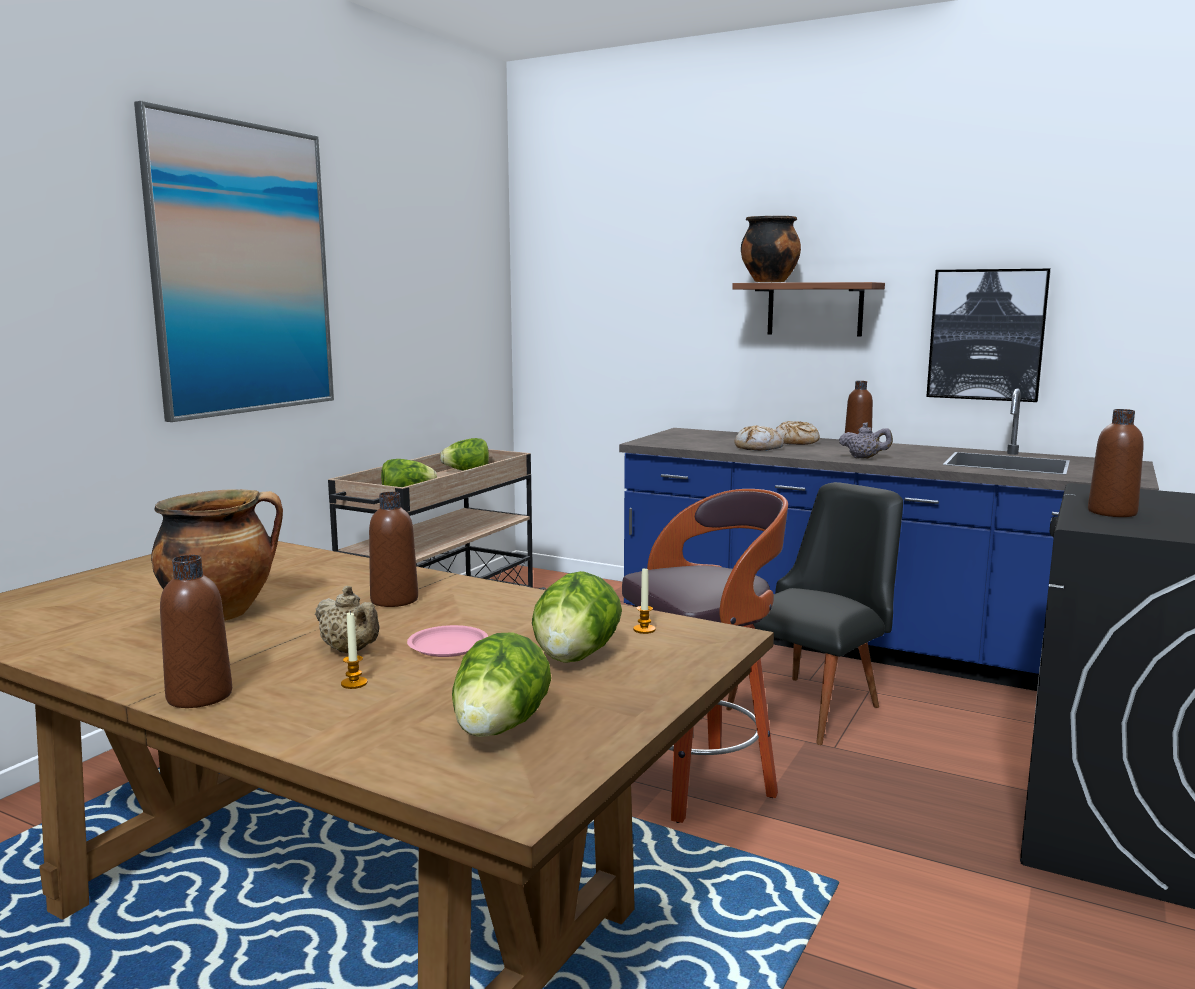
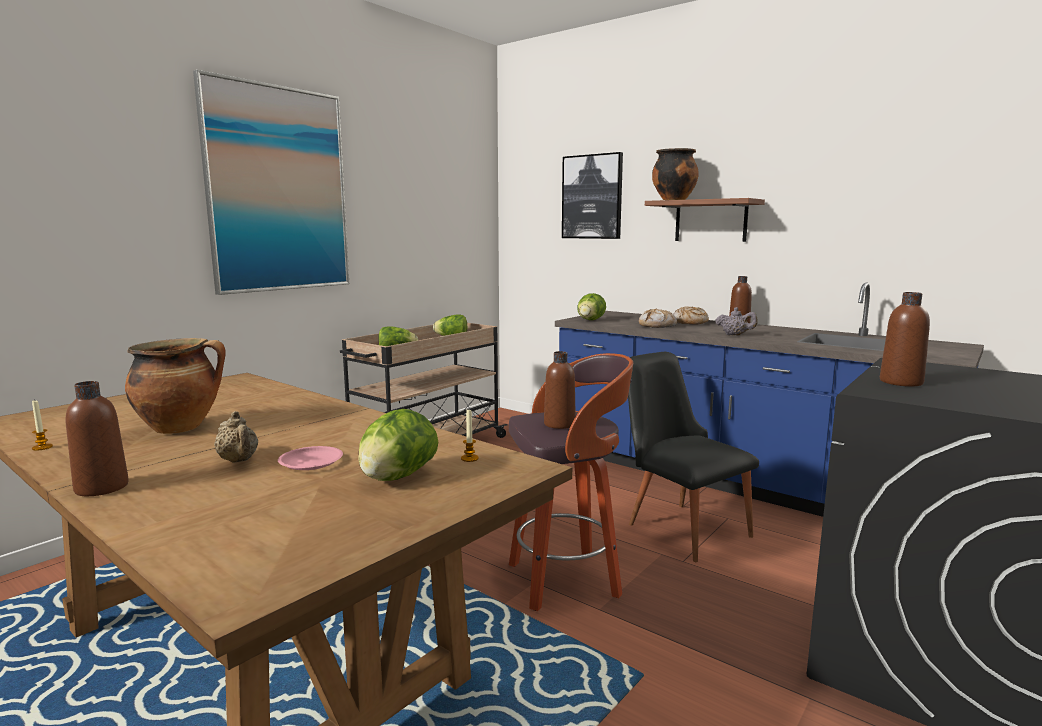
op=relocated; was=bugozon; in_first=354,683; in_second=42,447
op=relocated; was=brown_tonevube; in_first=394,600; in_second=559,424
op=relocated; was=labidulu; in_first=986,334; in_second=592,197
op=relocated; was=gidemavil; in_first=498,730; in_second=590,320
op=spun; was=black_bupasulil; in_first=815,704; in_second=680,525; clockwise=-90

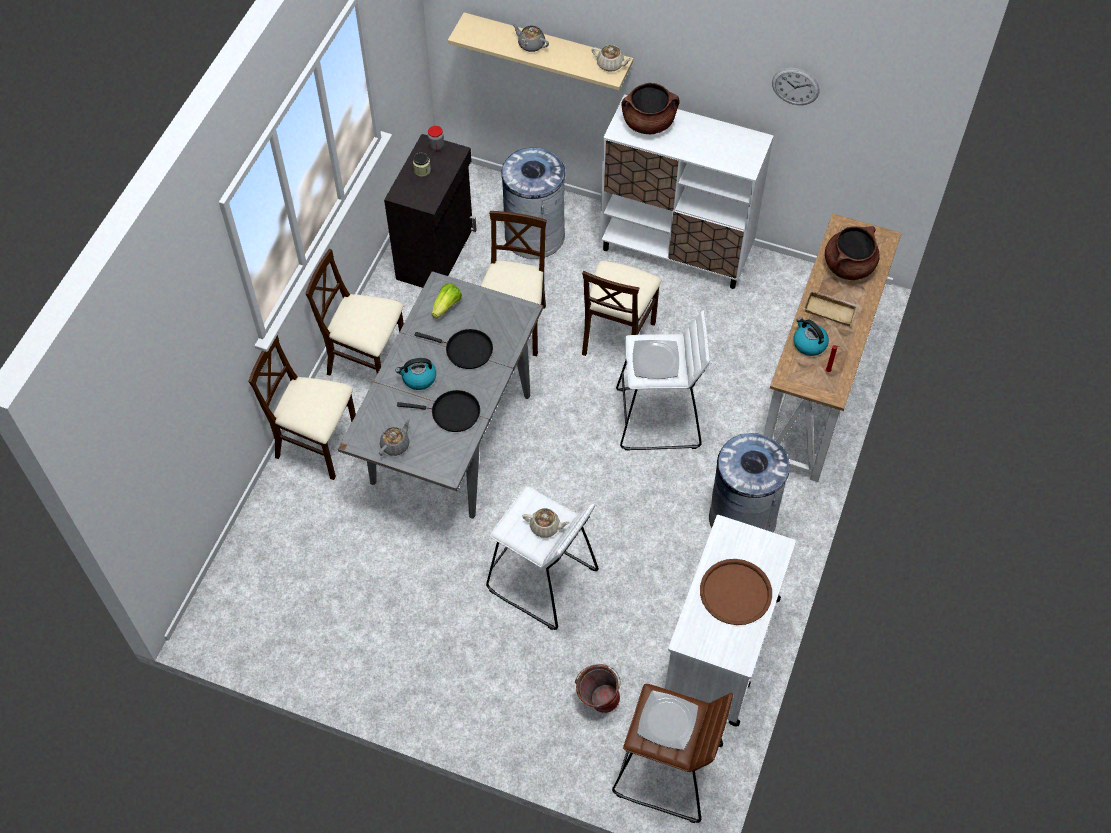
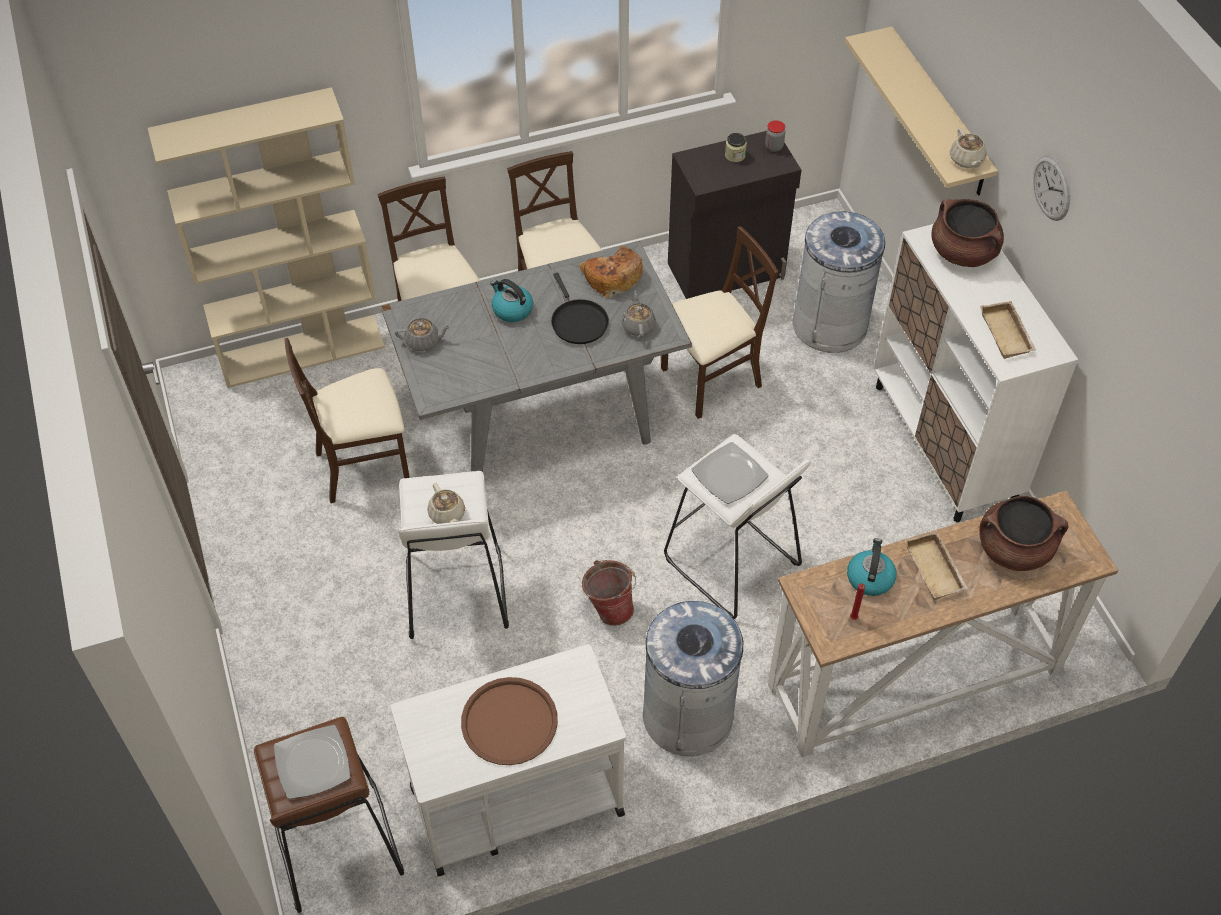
op=appeared; now=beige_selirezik; in_second=302,350
op=relocated; was=beige_bupasulil; in_first=617,336; in_second=364,466
op=exchanged; was=gidemavil; now=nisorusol; in_first=447,306; in_second=612,276
op=relocated; was=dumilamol; in_first=597,700; in_second=609,607
op=relocated; was=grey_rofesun; in_first=531,44; in_second=638,326
op=appeared; now=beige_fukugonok; in_second=1008,334
op=relocated; was=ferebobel; in_first=795,86; in_second=1051,188
op=missing; was=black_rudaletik; in_first=452,413

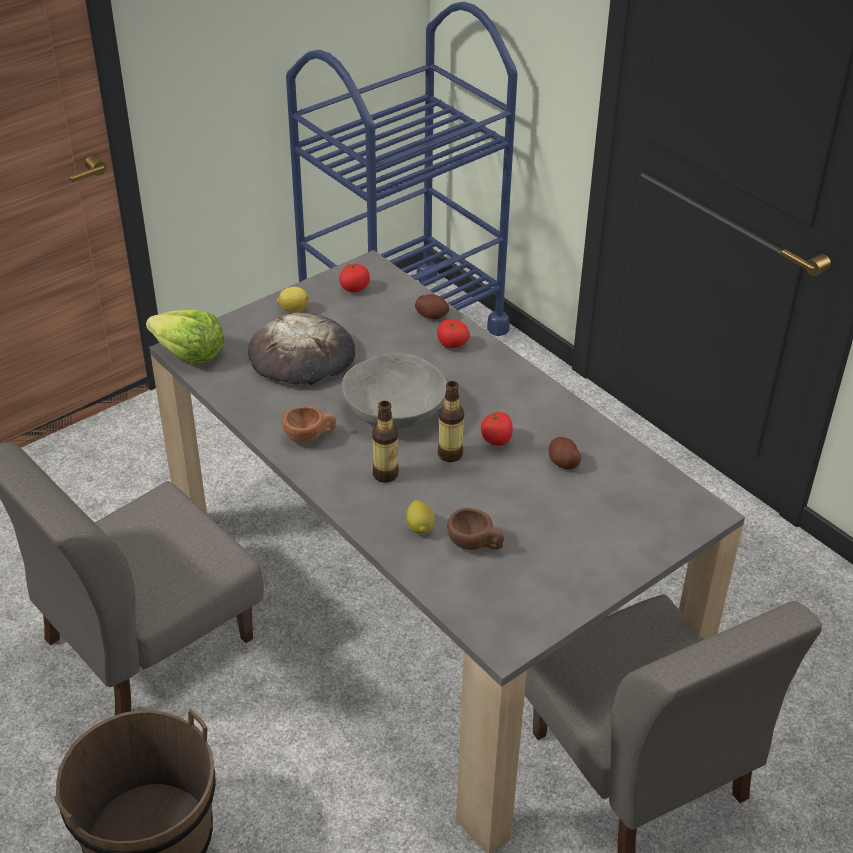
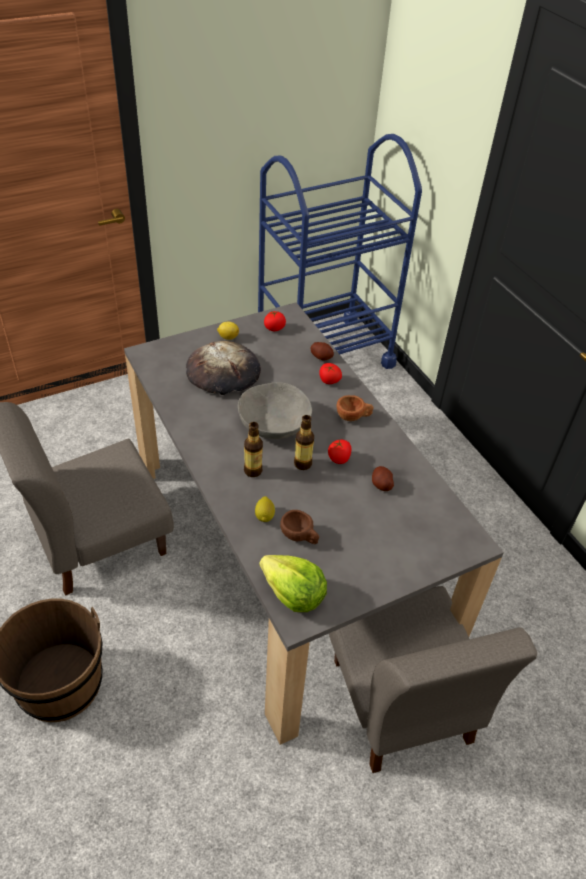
op=relocated; was=gidemavil; in_first=189,354; in_second=293,594
op=relocated; was=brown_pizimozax; in_first=310,436; in_second=353,417

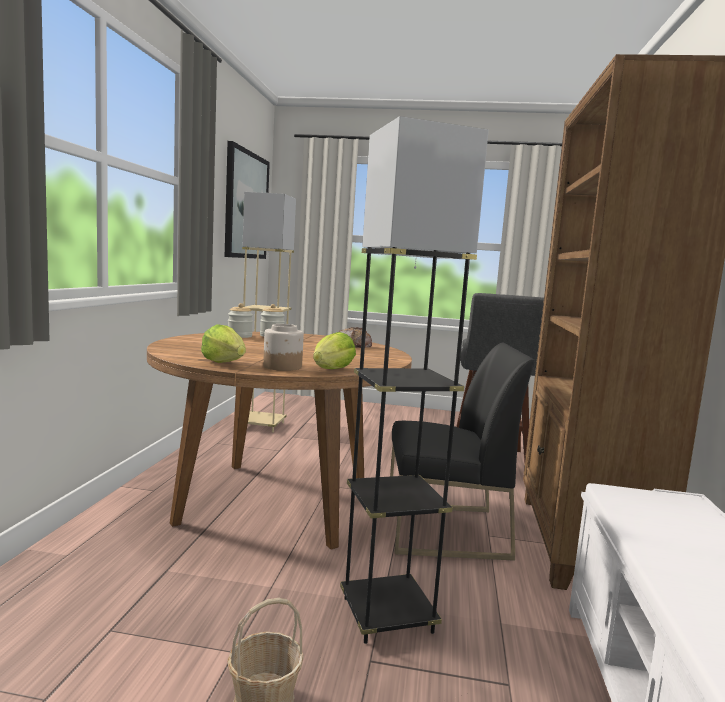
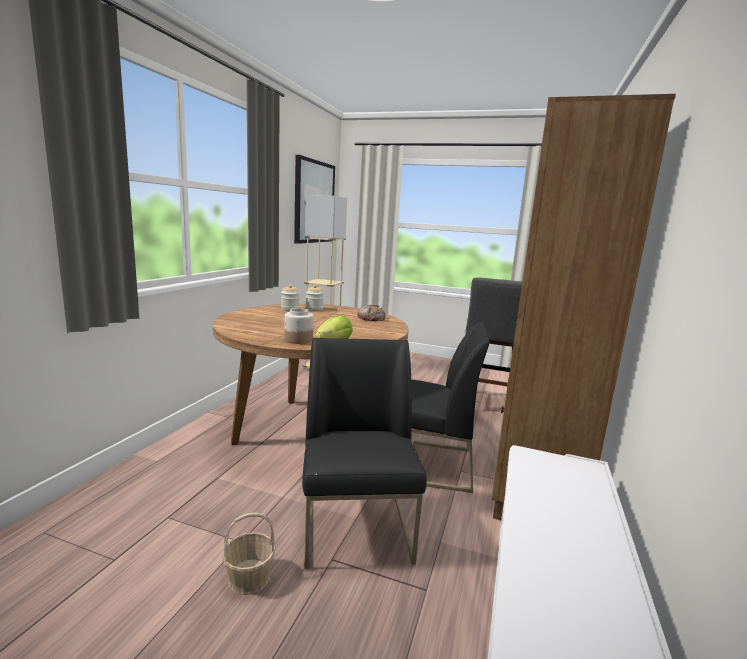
op=exchanged; was=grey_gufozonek; now=black_bupasulil; in_first=387,615; in_second=357,526
op=missing; was=gidemavil; in_first=224,363

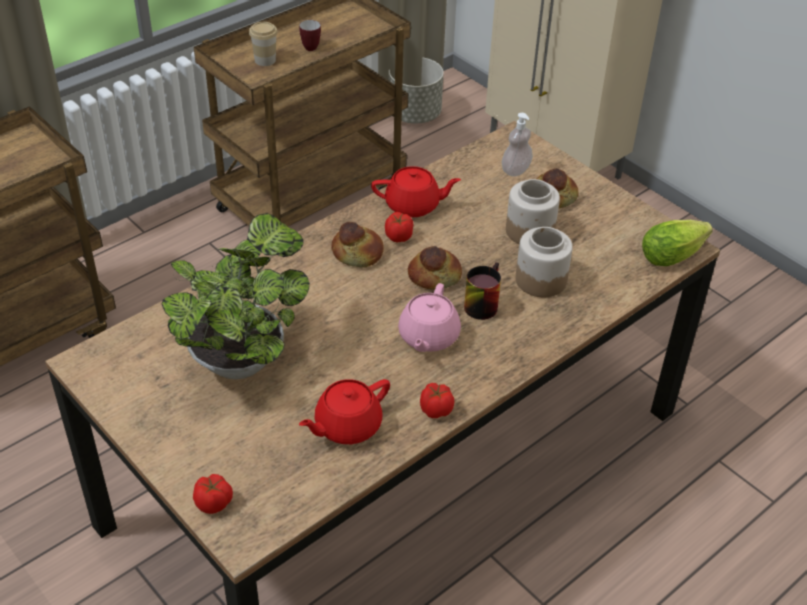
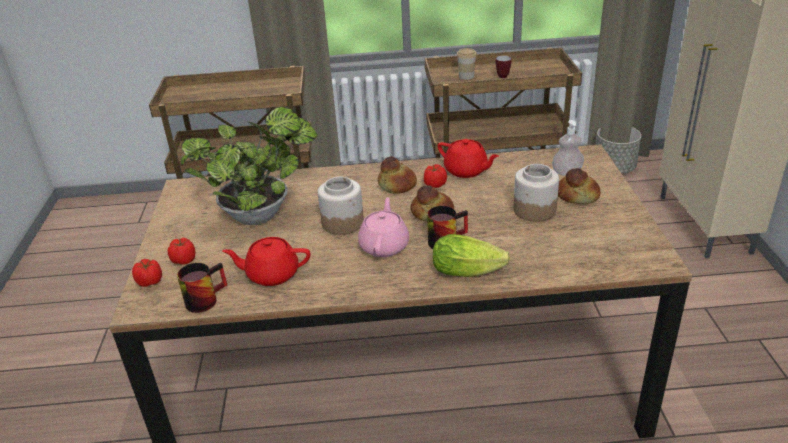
op=relocated; was=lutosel; in_first=435,409; in_second=184,259
op=appeared; now=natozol; in_second=204,298
op=relocated; was=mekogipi; in_first=540,280; in_second=343,222
op=spun; was=pink_rofesun; in_first=428,337; in_second=384,246; clockwise=135
op=relocated; was=gidemavil; in_first=675,254; in_second=470,271

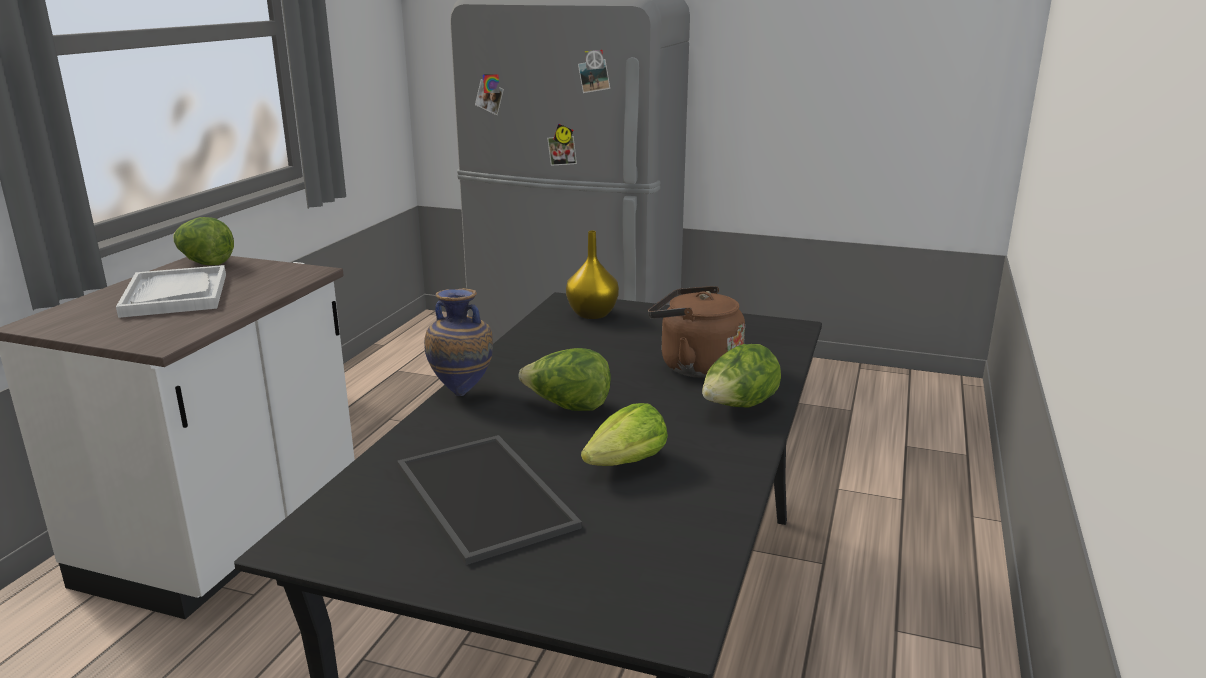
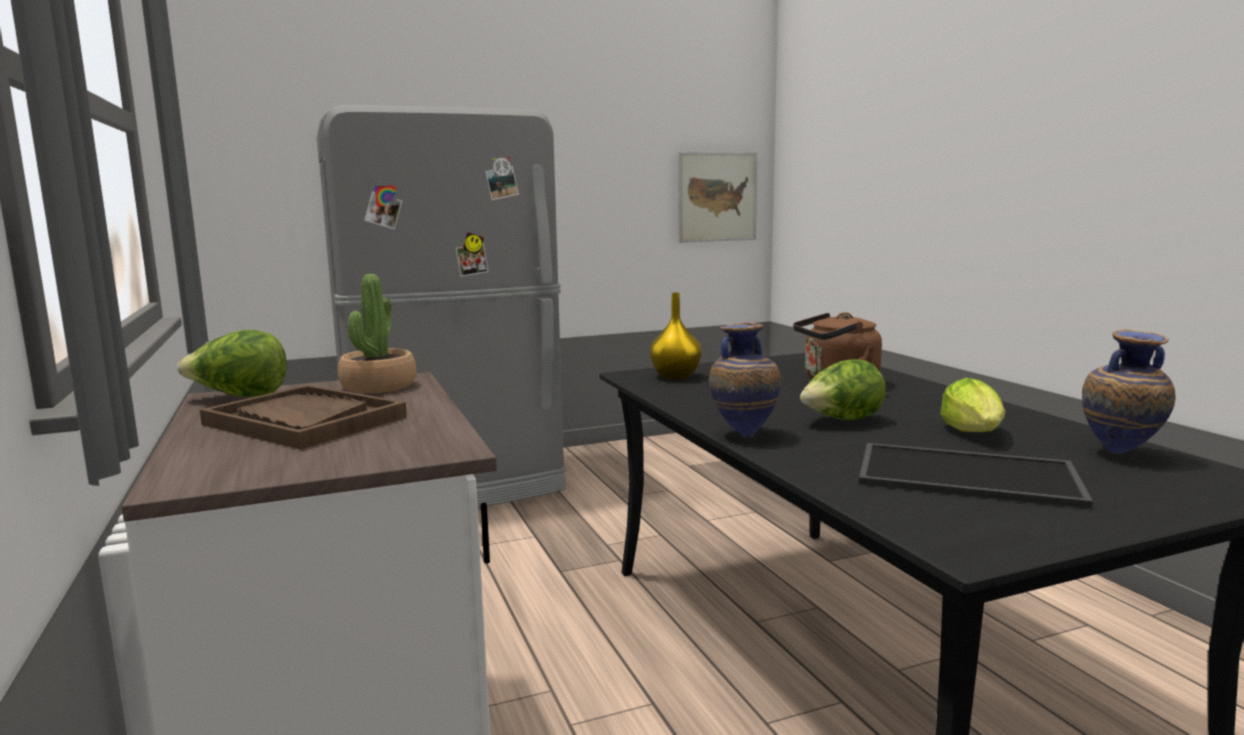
op=colour; was=white_fukugonok; now=brown_fukugonok; in_first=175,294; in_second=304,421
op=appeared; now=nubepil; in_second=378,386
op=appeared; now=labidulu; in_second=717,197
op=appeared; now=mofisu; in_second=1120,455
op=missing; was=gidemavil; in_first=738,407

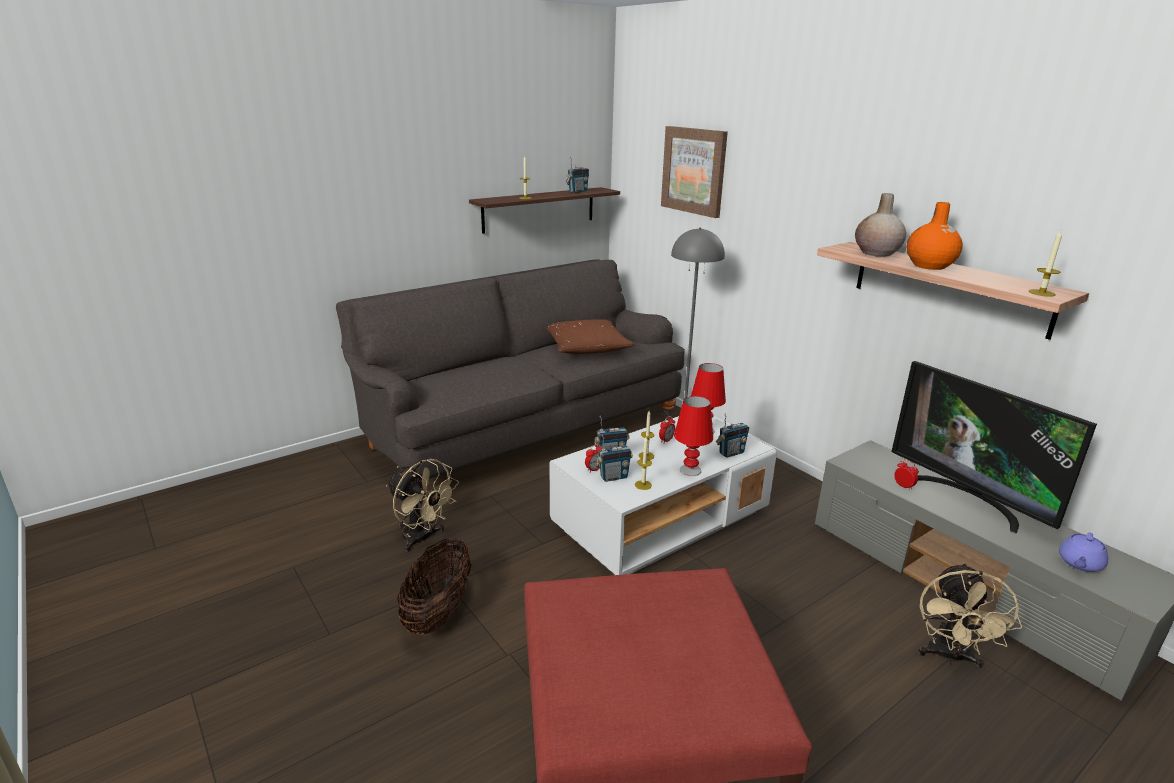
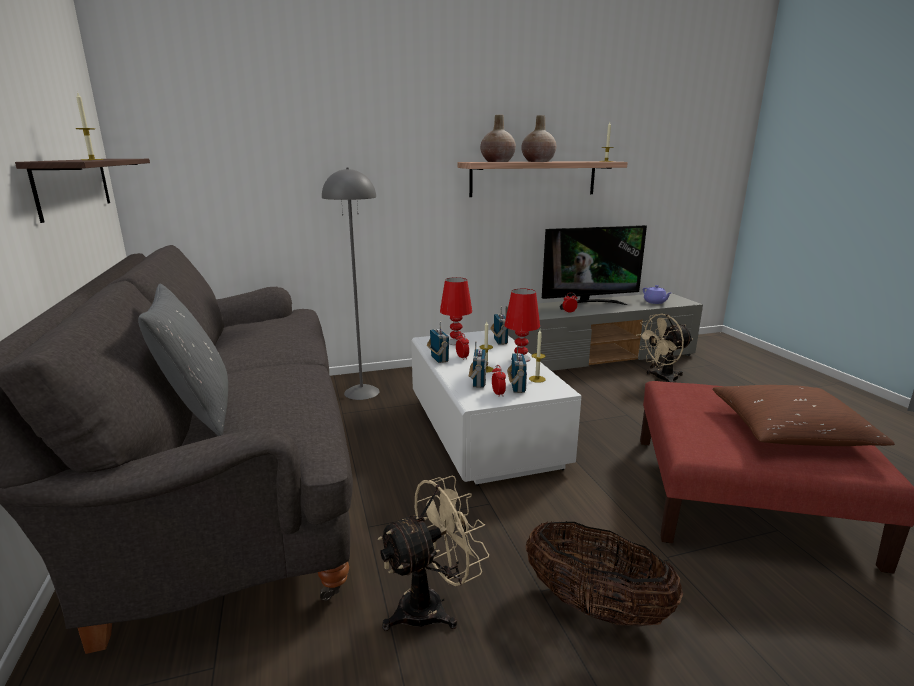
op=appeared; now=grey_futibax; in_second=199,411
op=relocated; was=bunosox; in_first=577,191; in_second=439,359
op=colour; was=orange_mofisu; now=beige_mofisu; in_first=929,266; in_second=538,161
op=spun; was=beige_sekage; in_first=949,656; in_second=661,379; clockwise=120
op=relocated; was=brown_futibax; in_first=587,347; in_second=789,431
op=missing; was=labidulu; in_first=694,171

